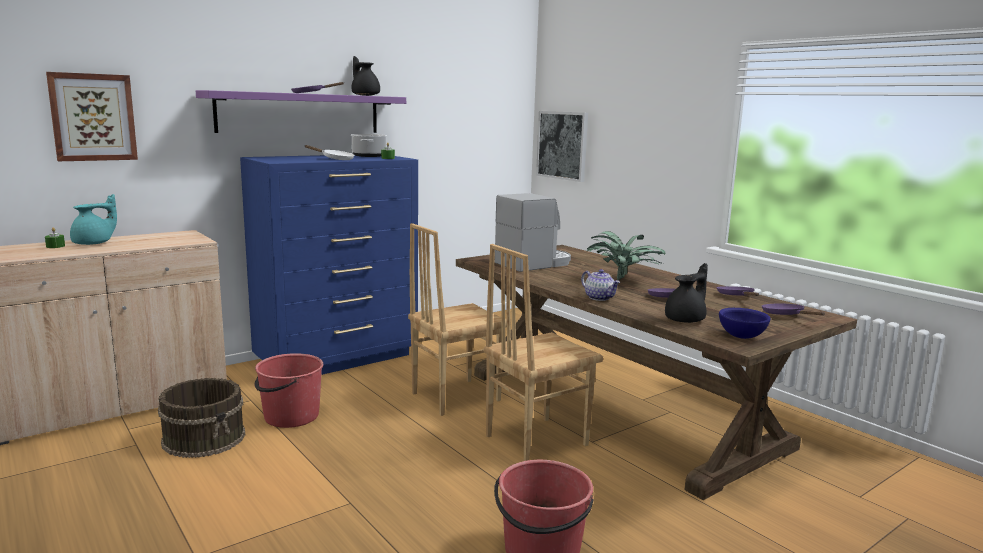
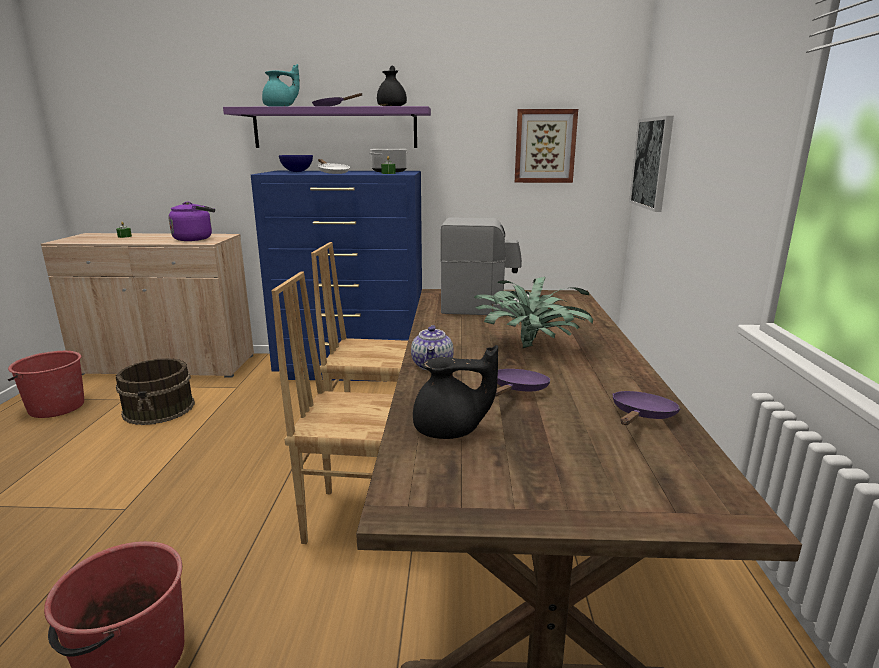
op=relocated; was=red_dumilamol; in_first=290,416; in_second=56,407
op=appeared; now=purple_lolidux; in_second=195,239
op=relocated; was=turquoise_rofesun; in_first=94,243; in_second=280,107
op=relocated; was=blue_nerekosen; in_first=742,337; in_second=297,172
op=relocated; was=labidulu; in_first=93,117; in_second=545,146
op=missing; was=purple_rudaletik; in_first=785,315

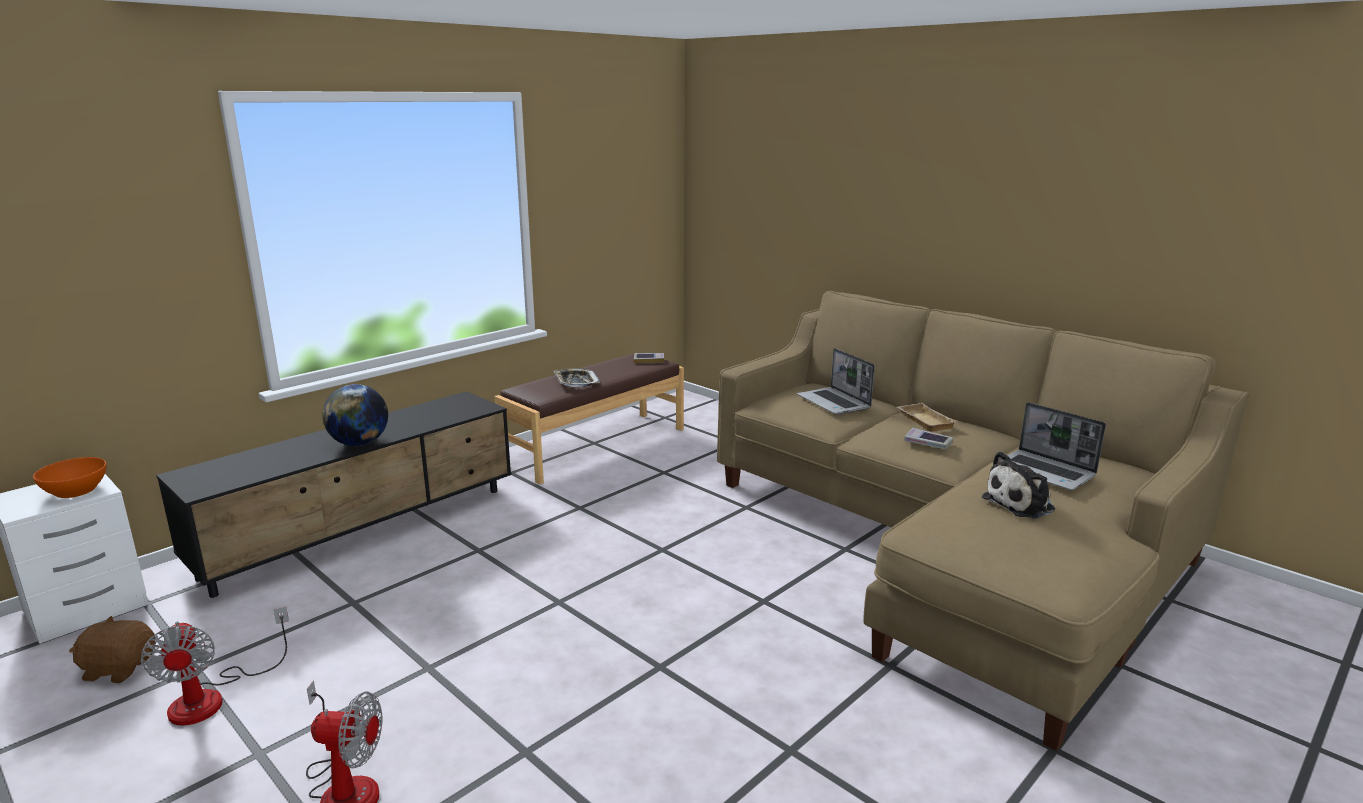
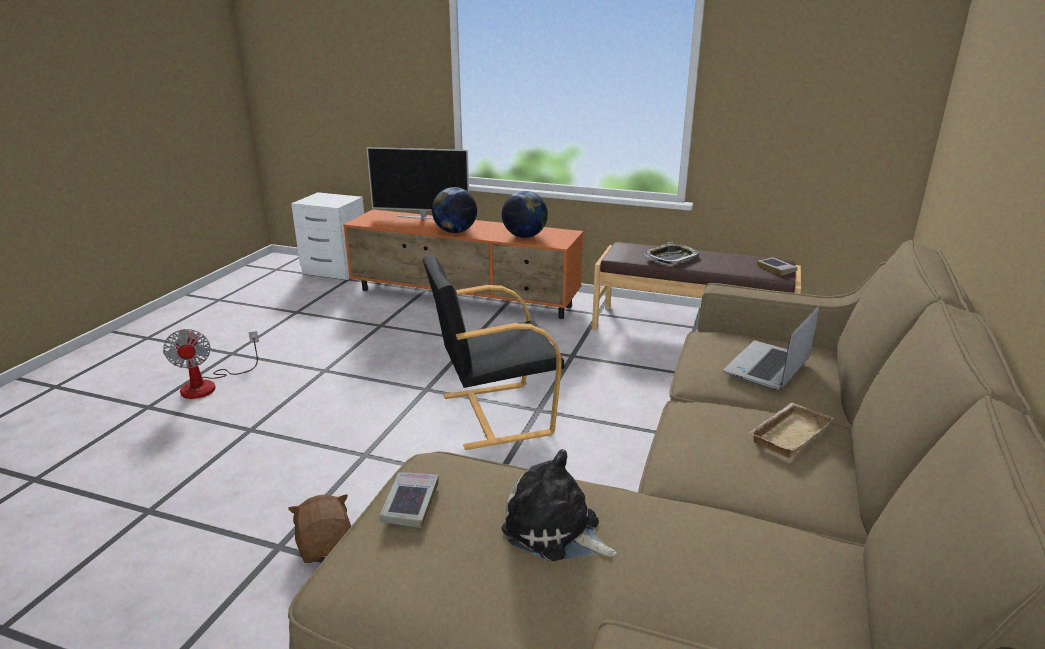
op=relocated; was=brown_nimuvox; in_first=119,668; in_second=326,546
op=colour; was=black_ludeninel; now=orange_ludeninel; in_first=364,531; in_second=465,298
op=appeared; now=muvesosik; in_second=422,217
op=relocated; was=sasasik; in_first=928,443; in_second=410,503
op=appeared; now=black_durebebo; in_second=493,414
op=appeared; now=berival; in_second=524,236
op=missing; was=orange_nerekosen; in_first=75,490
op=missing; was=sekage; in_first=213,697
op=missing; was=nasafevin; in_first=1045,472

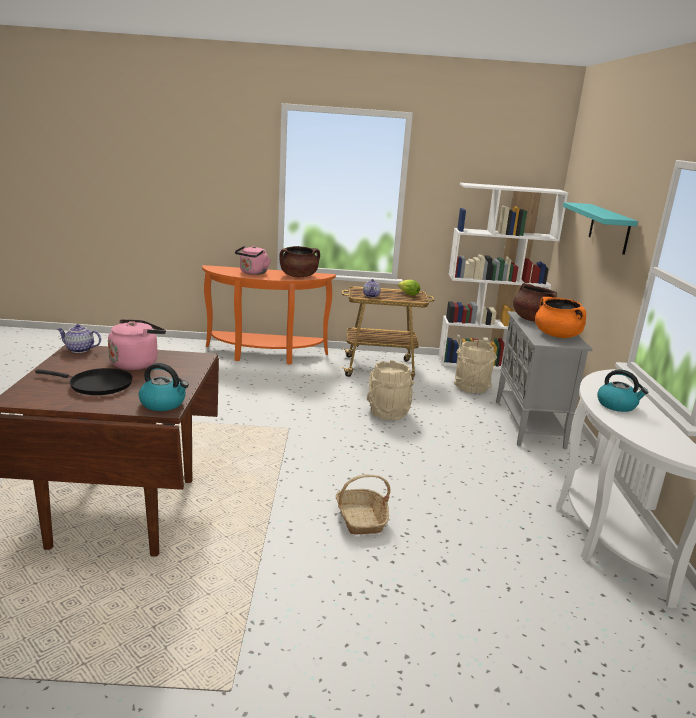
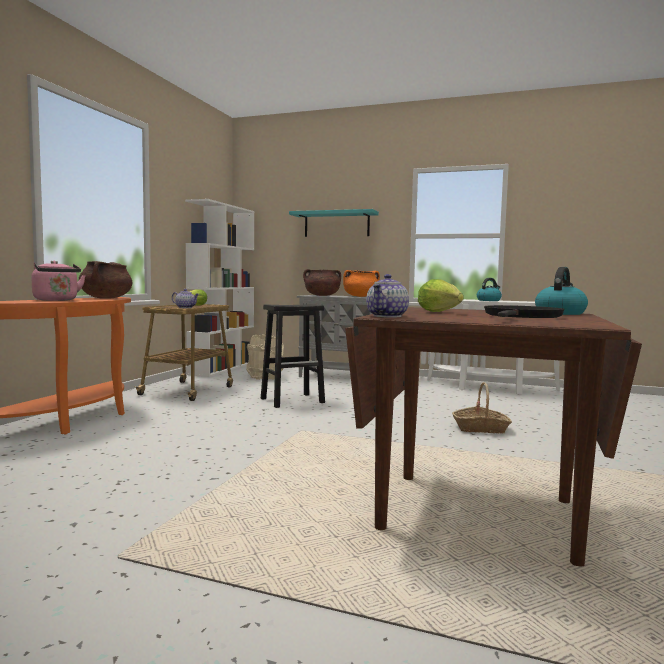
op=exchanged; was=beige_dumilamol; now=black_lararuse; in_first=388,413; in_second=293,400
op=exchanged; was=pink_lolidux; now=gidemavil; in_first=136,363; in_second=441,312

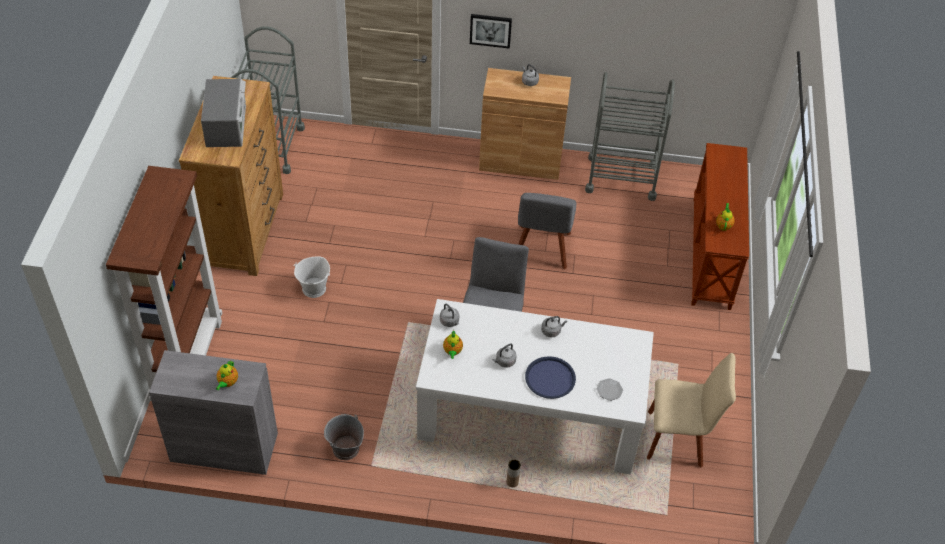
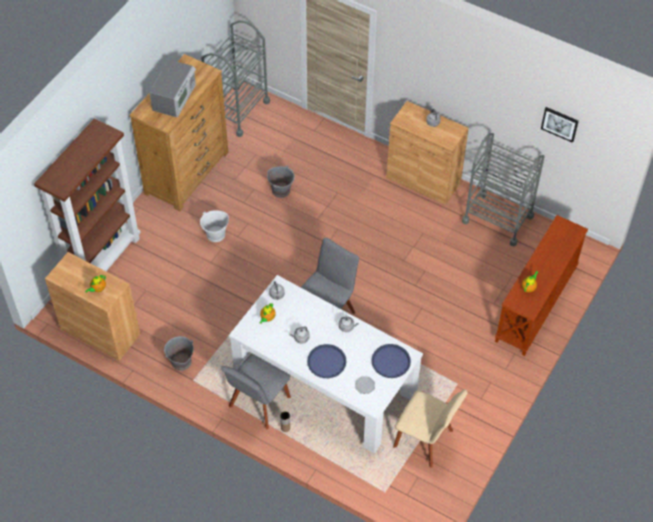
op=colour; was=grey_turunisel; now=brown_turunisel; in_first=224,447; in_second=100,331
op=relocated; was=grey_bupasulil; in_first=542,250; in_second=258,404
op=appeared; now=grey_dumilamol; in_second=281,190
op=appeared; now=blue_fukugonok; in_second=391,361
op=relocated; was=labidulu; in_first=490,30; in_second=560,124

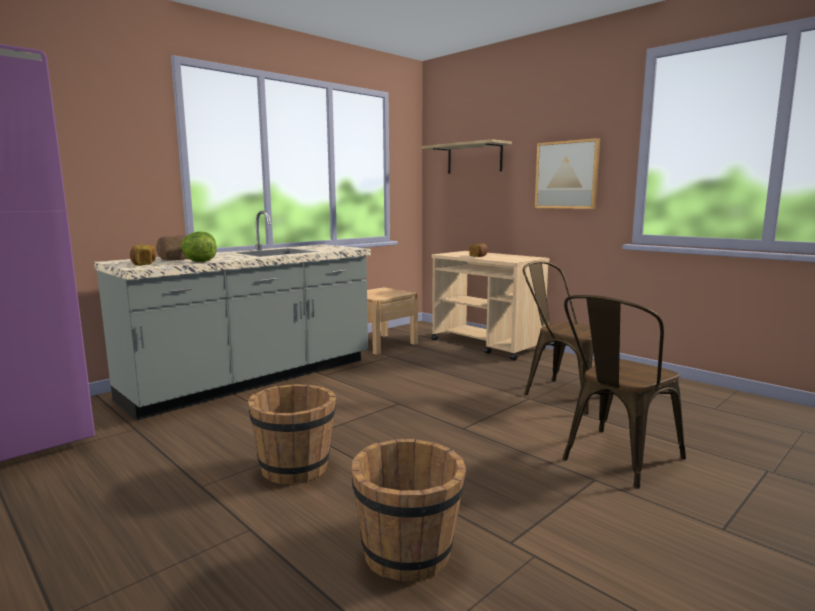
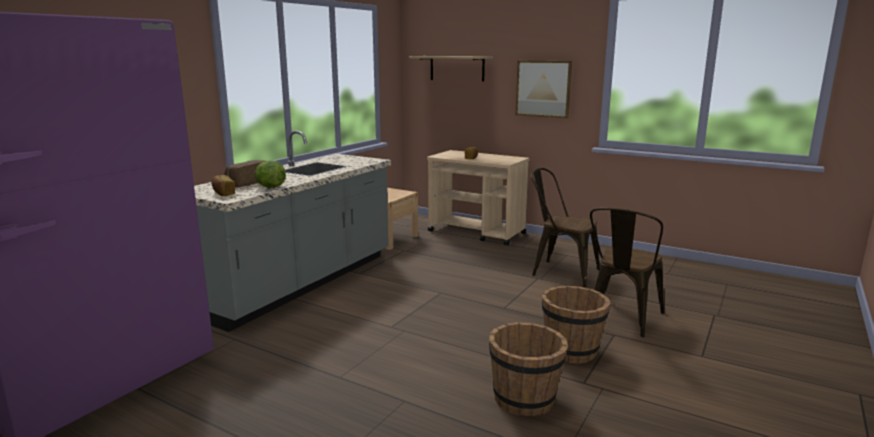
op=relocated; was=brown_dumilamol; in_first=295,468; in_second=571,350

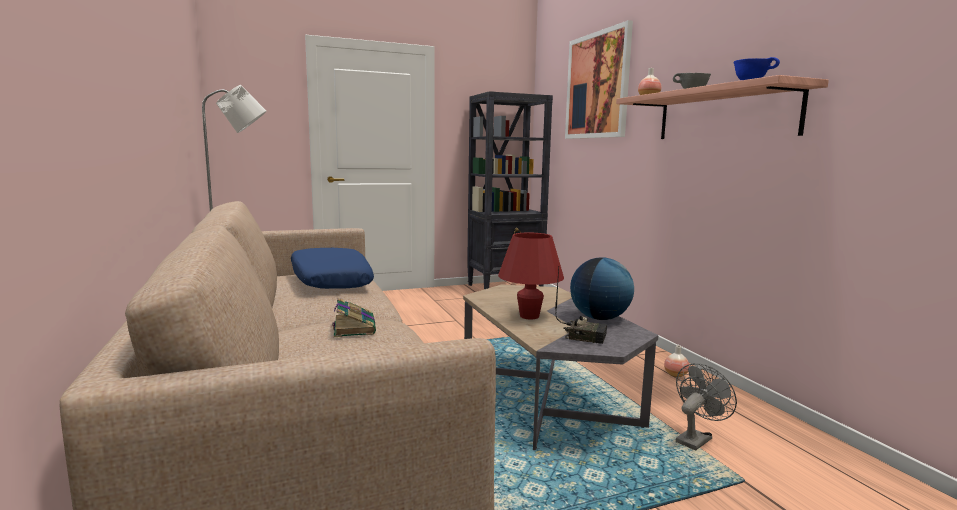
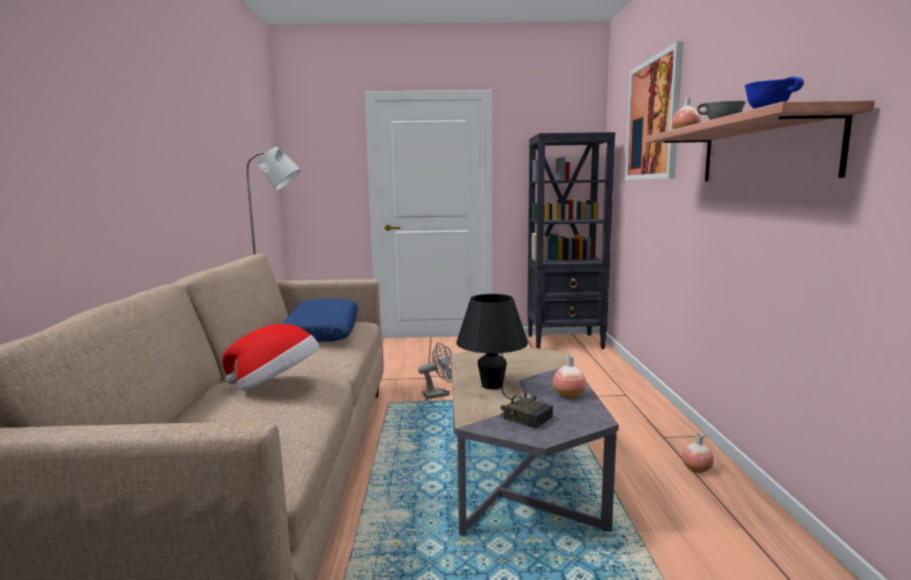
op=exchanged; was=sasasik; now=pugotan; in_first=354,327; in_second=276,386
op=relocated; was=grey_sekage; in_first=696,438; in_second=440,394
op=colour; was=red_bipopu; now=black_bipopu; in_first=529,316; in_second=492,385
op=exchanged; was=berival; now=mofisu; in_first=599,318; in_second=568,395

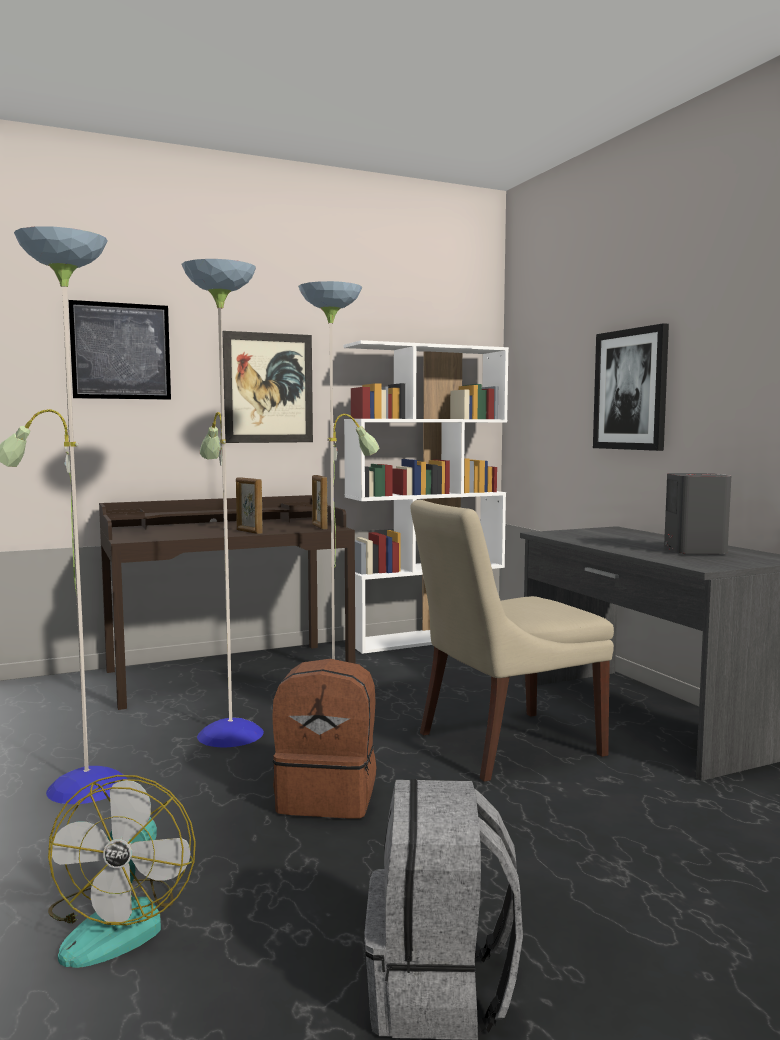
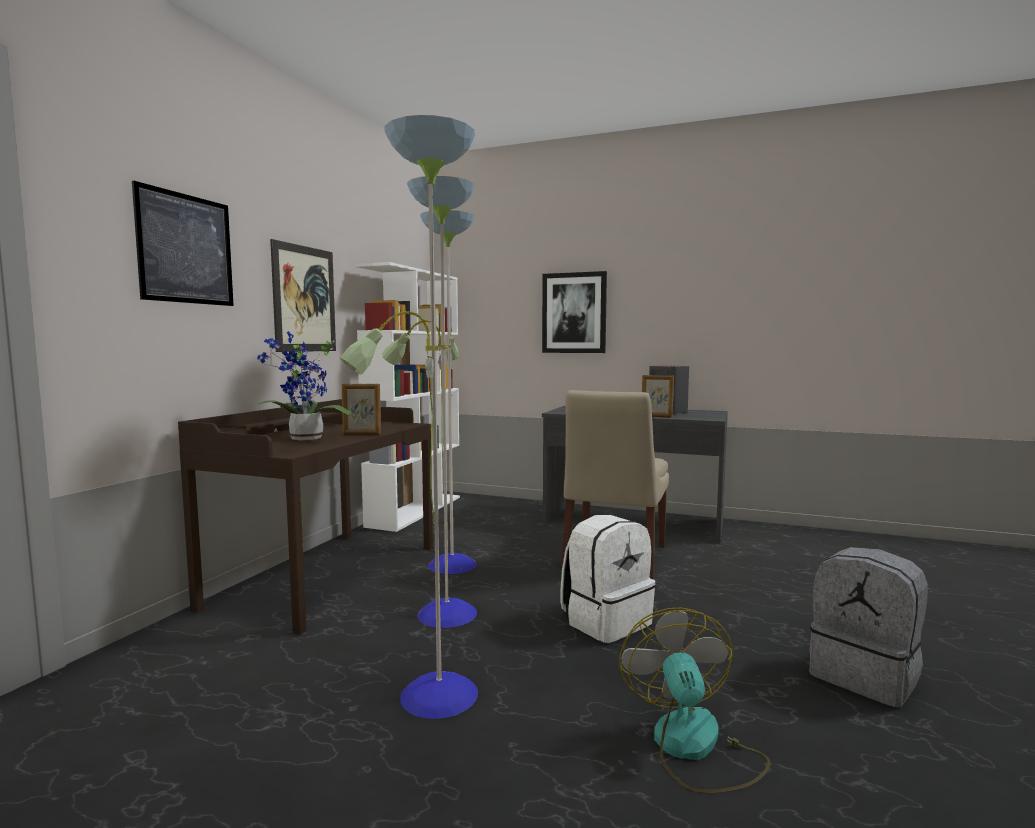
op=appeared; now=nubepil; in_second=304,439
op=colour; was=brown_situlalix; now=white_situlalix; in_first=328,797; in_second=606,621
op=spun; was=sekage; in_first=120,921; in_second=694,748; clockwise=-135
op=relocated; was=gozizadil; in_first=319,527; in_second=656,416

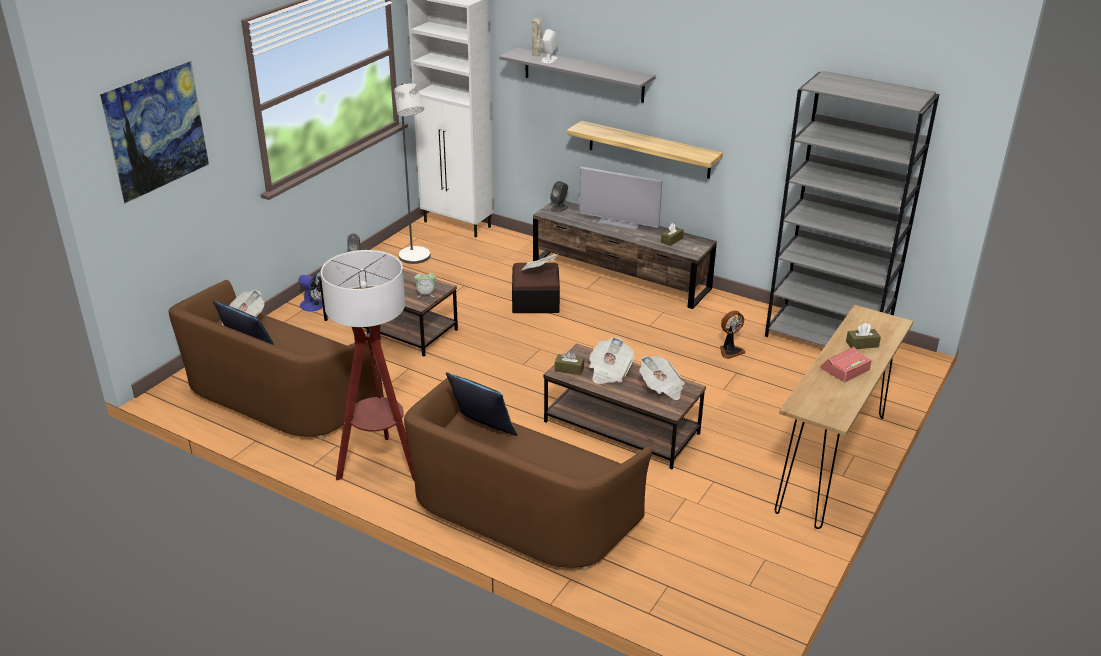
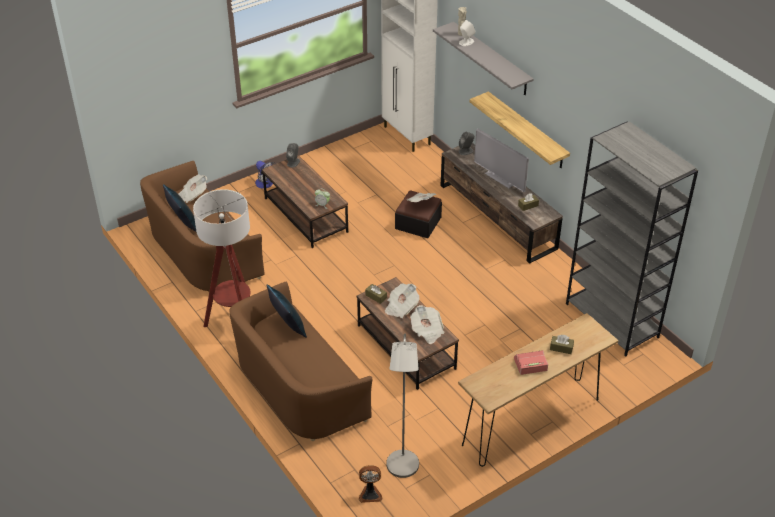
op=relocated; was=sekage; in_first=730,351; in_second=370,494
op=relocated; was=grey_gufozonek; in_first=416,259; in_second=402,469
op=missing; was=labidulu; in_first=163,157

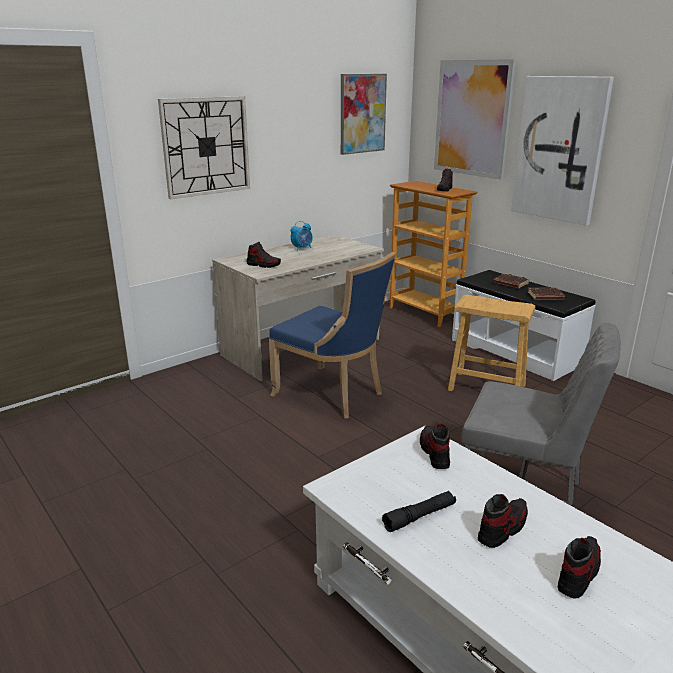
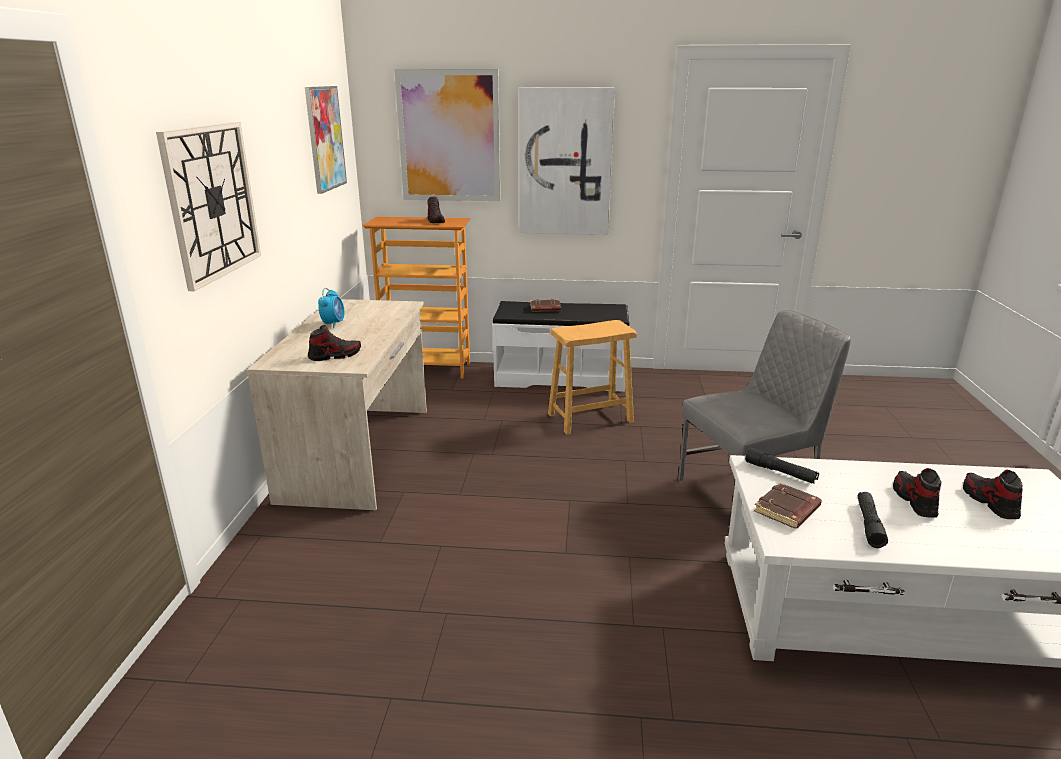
op=exchanged; was=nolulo; now=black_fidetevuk; in_first=434,453; in_second=780,472
op=relocated; was=brown_sasasik; in_first=545,297; in_second=787,510
op=missing; was=blue_bupasulil; in_first=333,394

